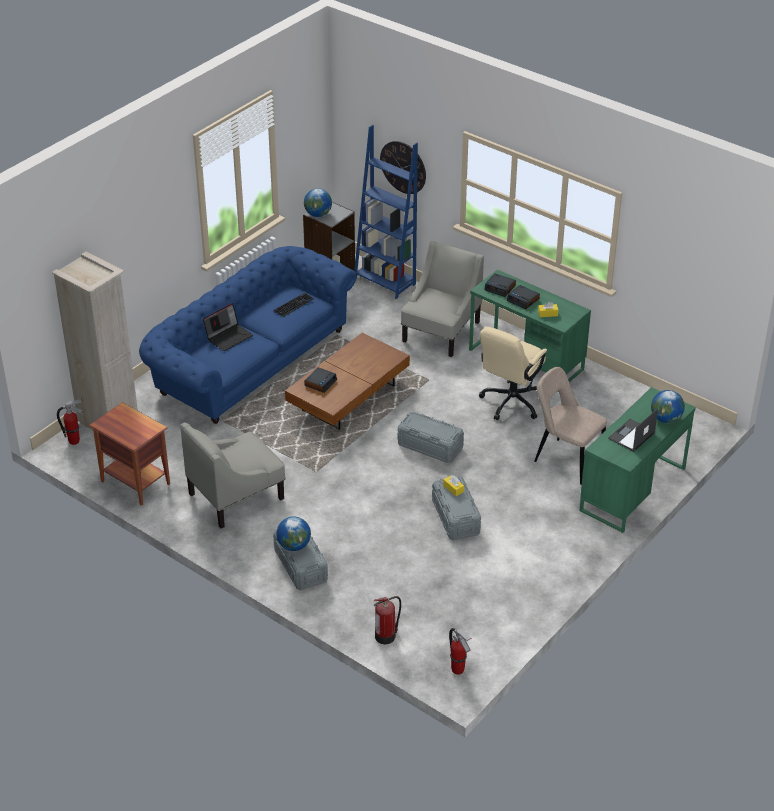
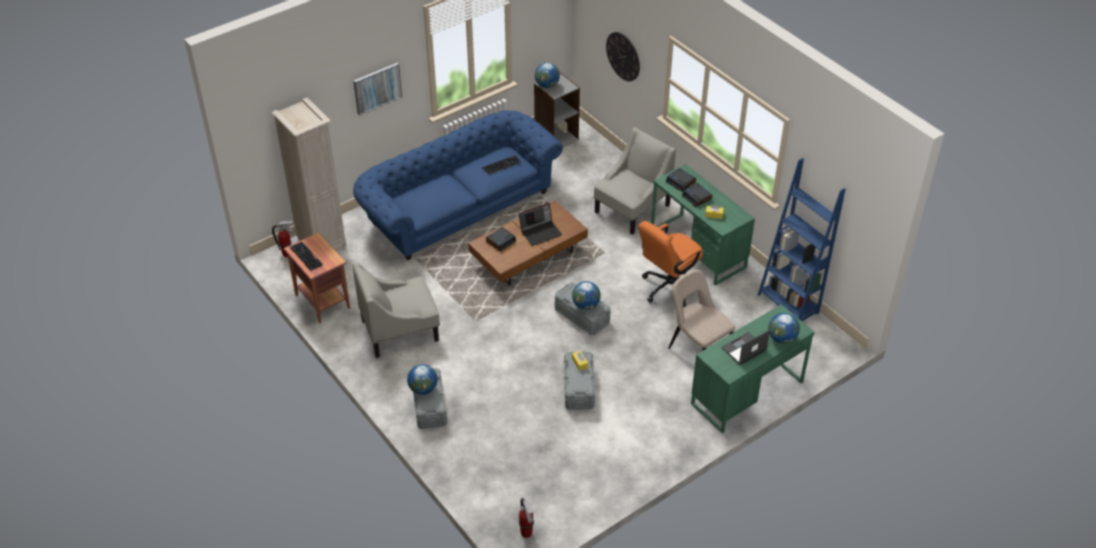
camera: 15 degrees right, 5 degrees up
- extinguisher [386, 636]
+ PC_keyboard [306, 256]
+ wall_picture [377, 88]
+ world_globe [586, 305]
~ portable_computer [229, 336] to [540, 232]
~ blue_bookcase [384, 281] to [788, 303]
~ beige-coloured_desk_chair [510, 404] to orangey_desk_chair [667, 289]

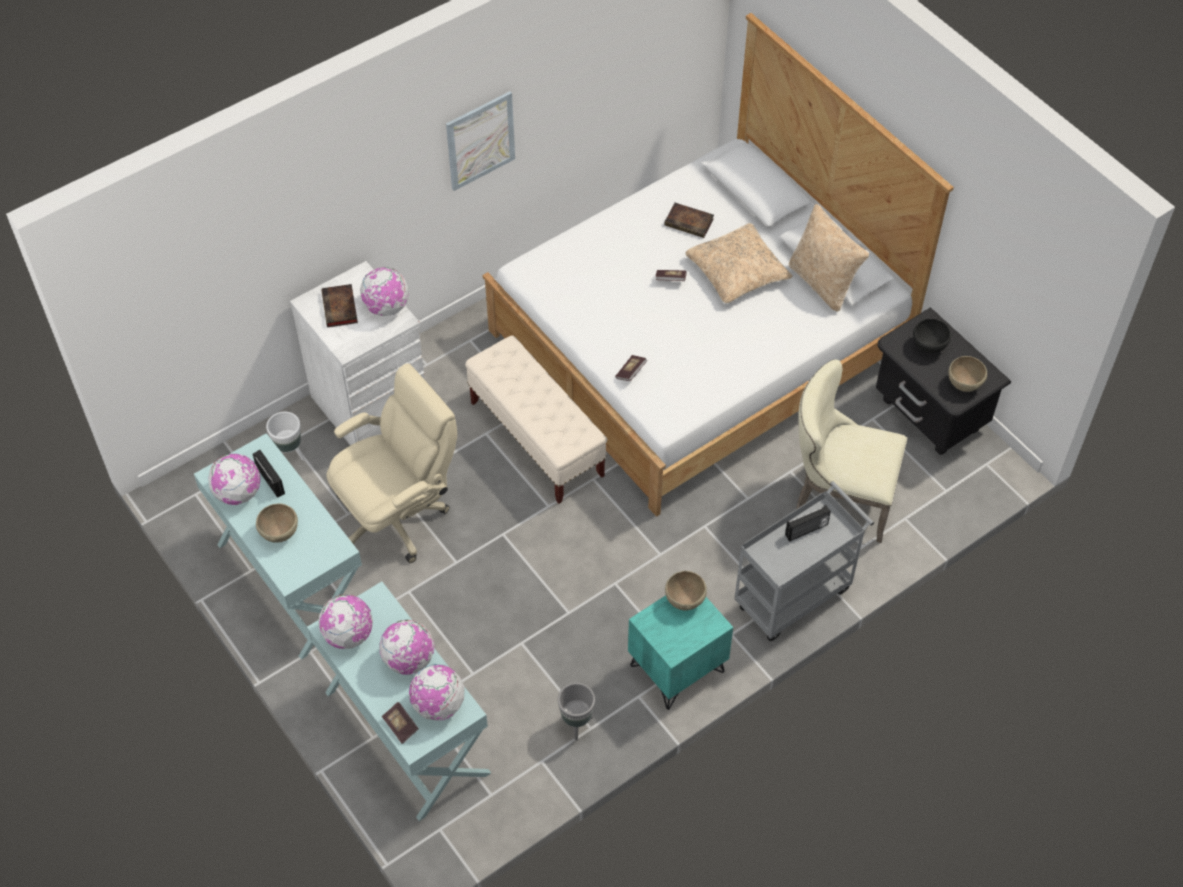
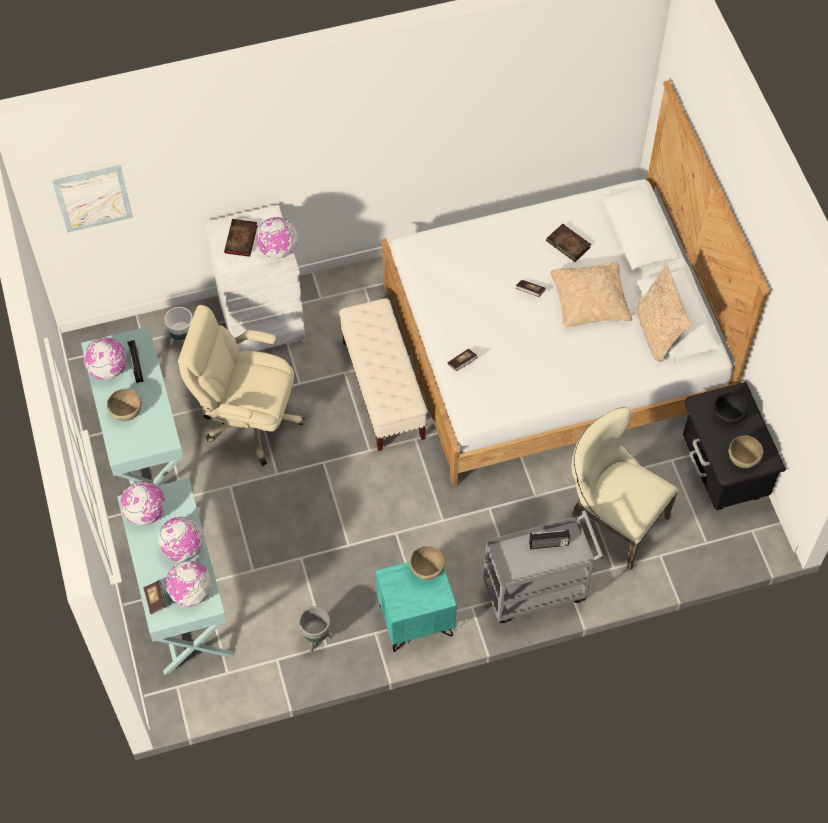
camera: 20 degrees right, 5 degrees up
~ wall_picture [480, 140] to [93, 198]
~ beige-coloured_desk_chair [398, 515] = [247, 420] 150 degrees counterclockwise

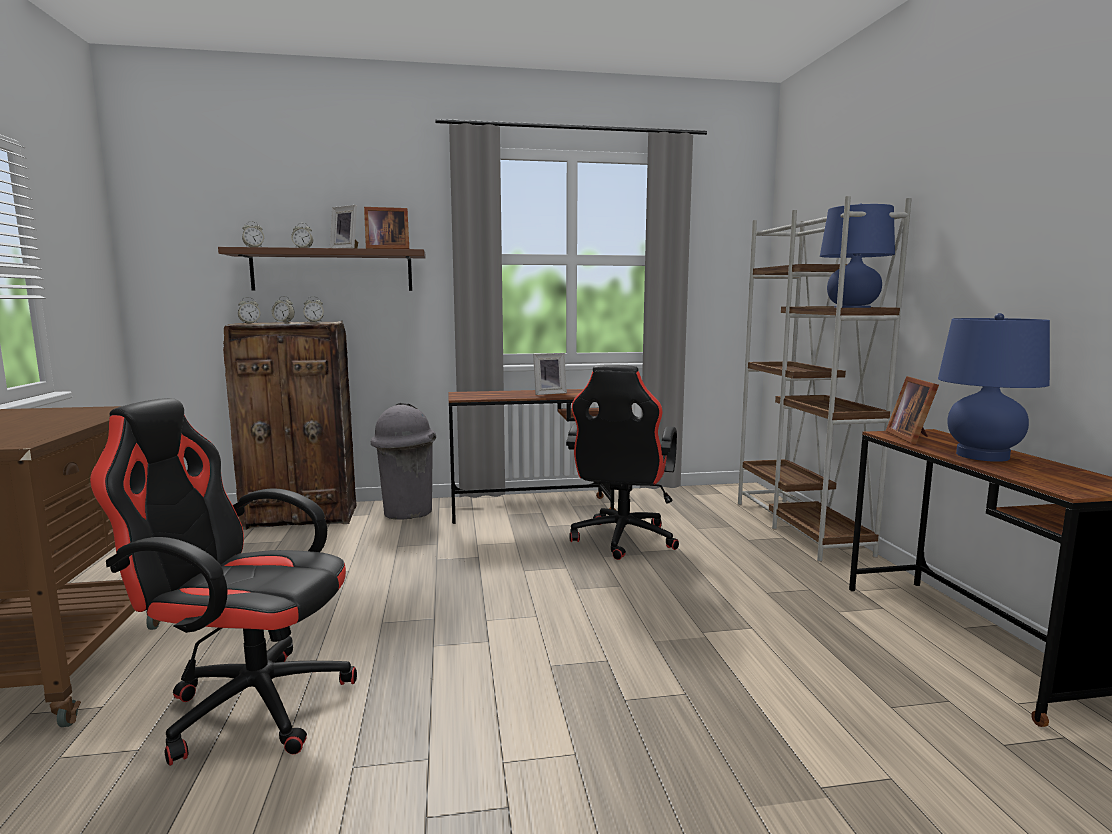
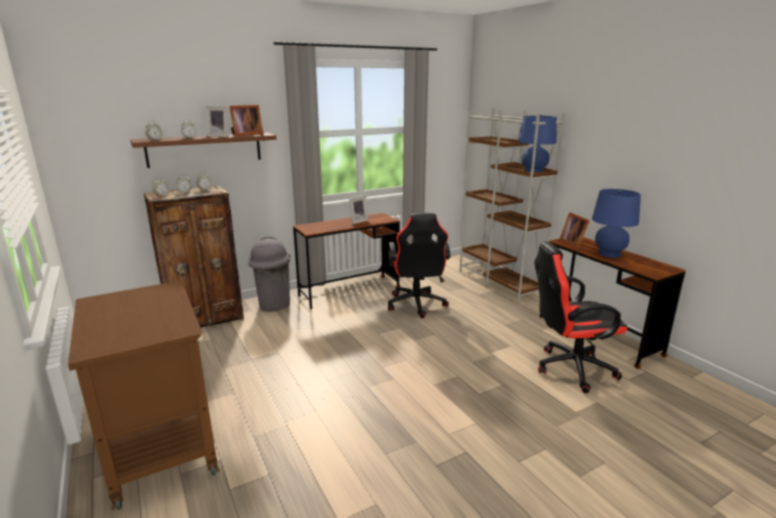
camera: 20 degrees left, 10 degrees up
~ black-coloured_desk_chair [247, 704] to [568, 369]

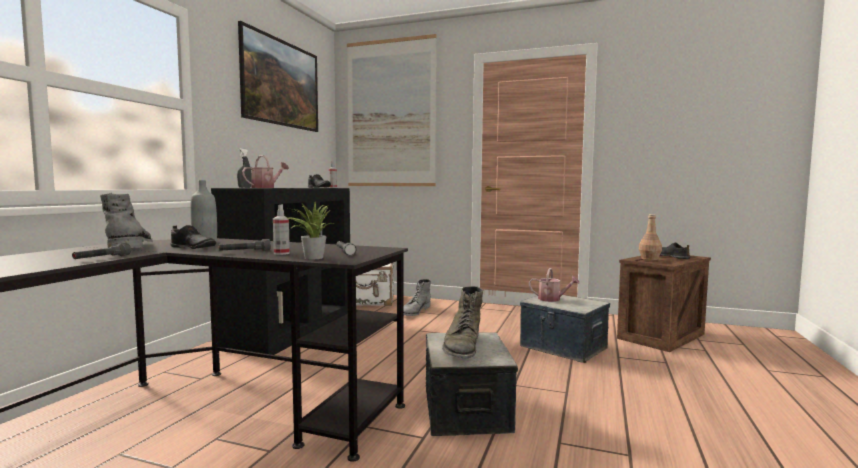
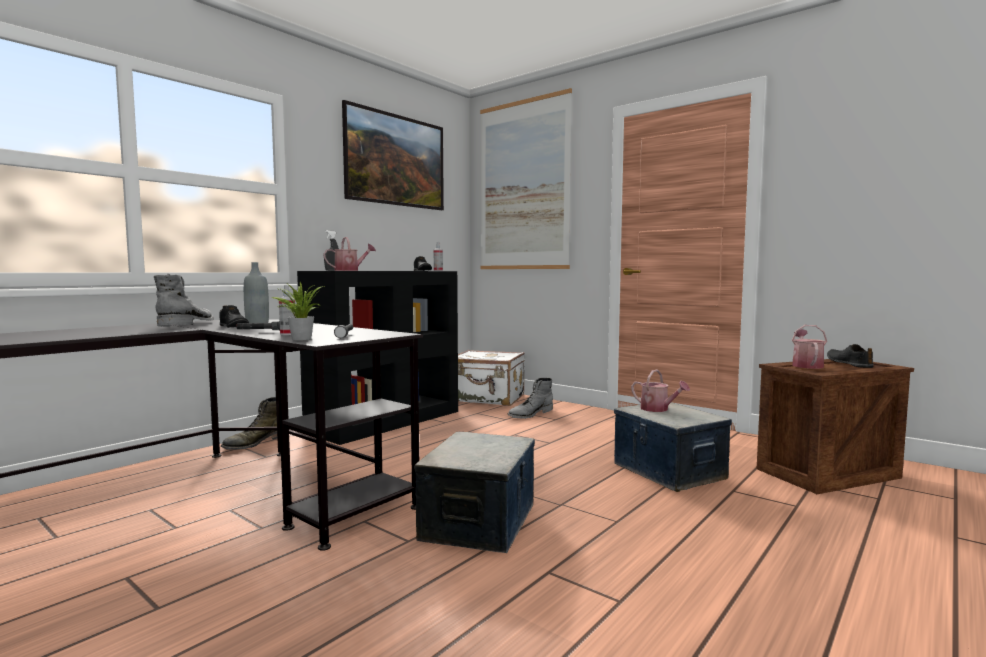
camera: 20 degrees right, 0 degrees up
- greyish_hand_torch [102, 258]
~ greenish_tall_boot [462, 346] to [255, 442]
~ brownish_beverage_bottle [649, 259] to sprinkling_can [806, 365]

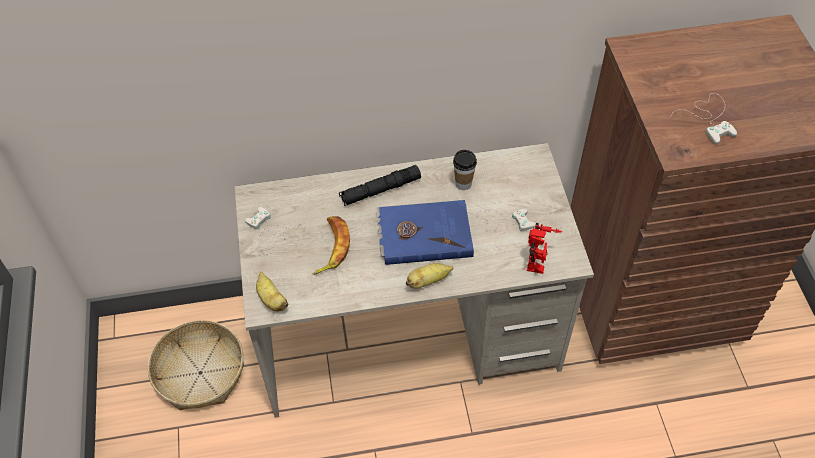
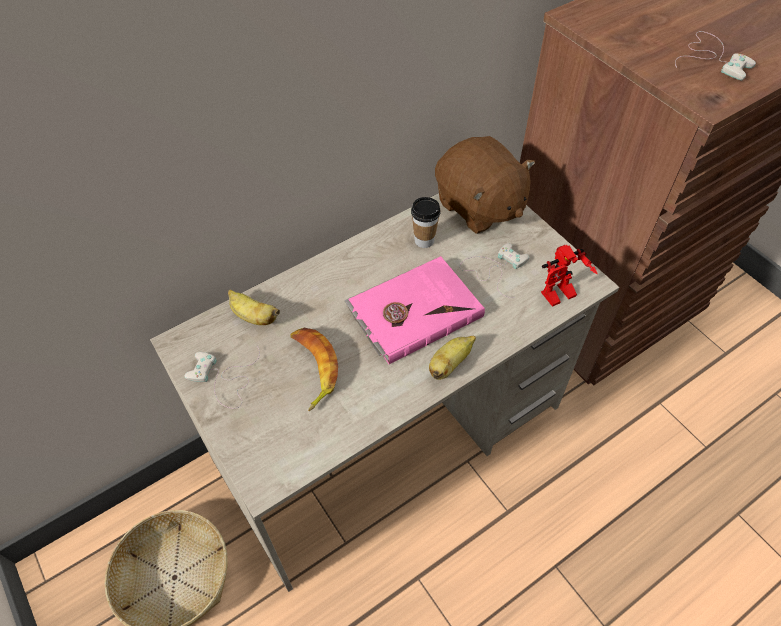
camera: 25 degrees left, 0 degrees up
- black-coloured_hand_torch [380, 190]
+ brownish_cuddly_toy [479, 207]
~ whole_banana [271, 299] to [253, 316]
~ blue_book [424, 233] to pinkish_book [413, 311]
~ robot_figure [539, 265] = [559, 298] 75 degrees clockwise

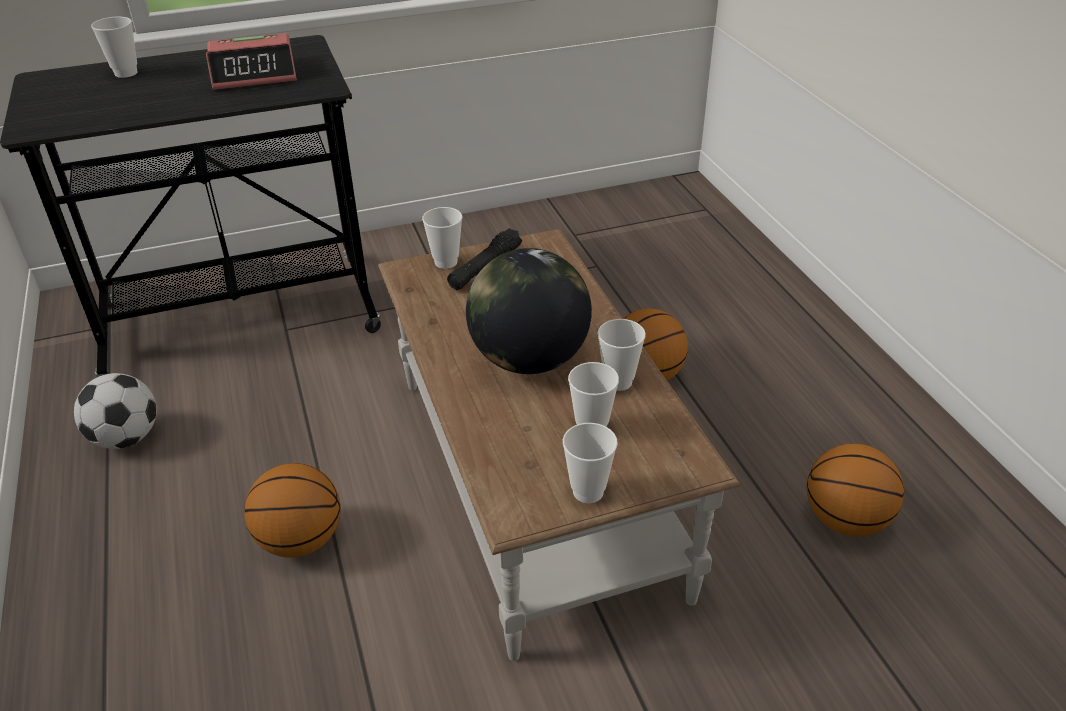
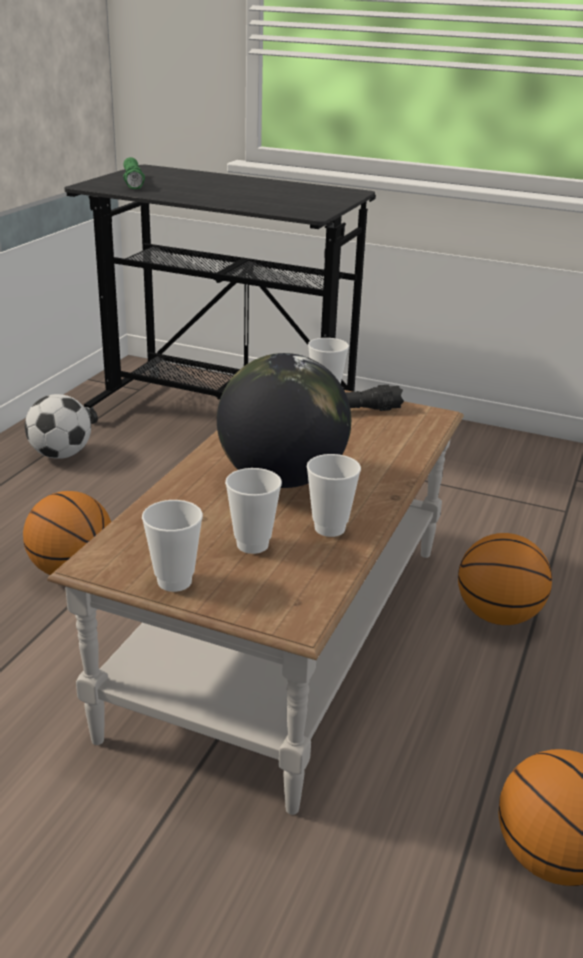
camera: 40 degrees right, 10 degrees down
- cup [126, 73]
- table_clock [255, 74]
+ greenish_hand_torch [133, 181]

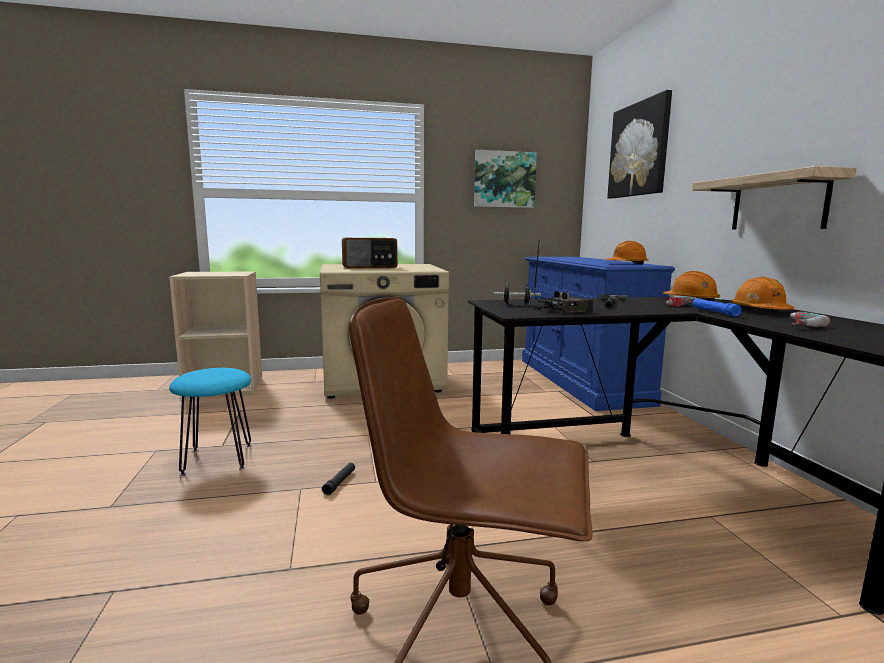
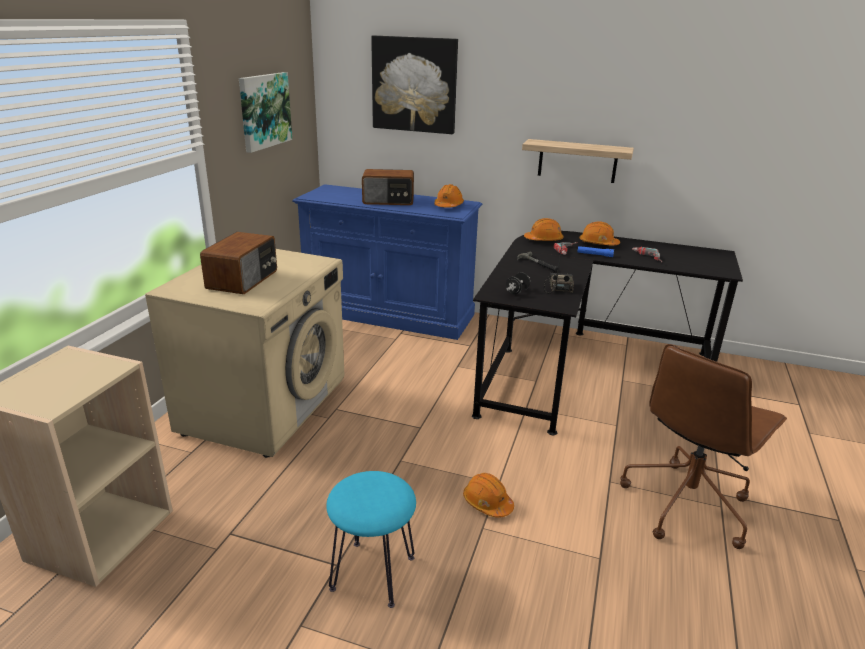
camera: 60 degrees left, 15 degrees up
+ radio_receiver [388, 201]
~ black-coloured_hand_torch [340, 482] to orangey_safety_helmet [487, 503]

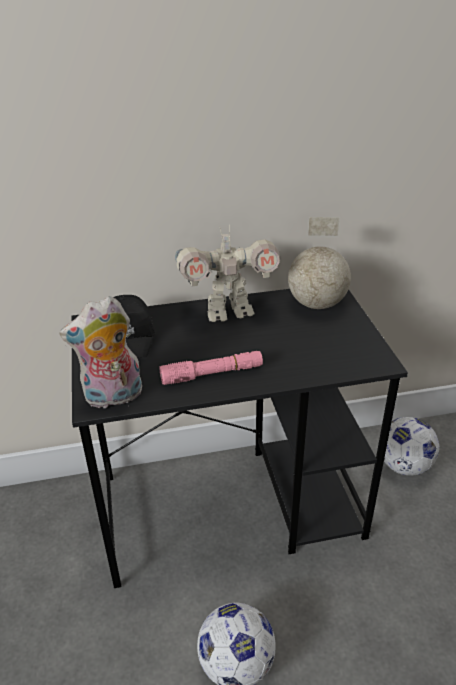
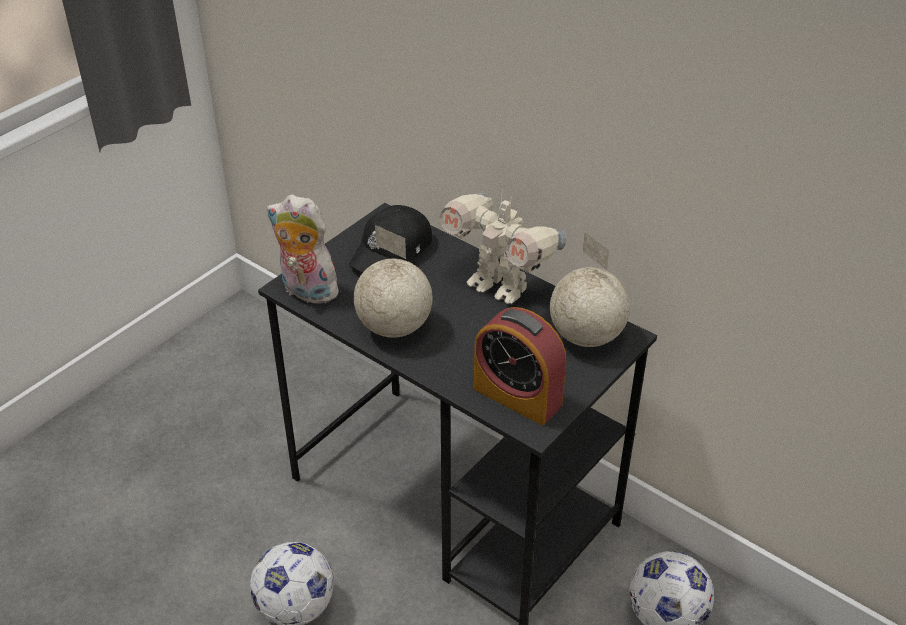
camera: 50 degrees right, 5 degrees up
+ table_clock [517, 396]
~ pinkish_hand_torch [212, 374] to world_globe [394, 328]

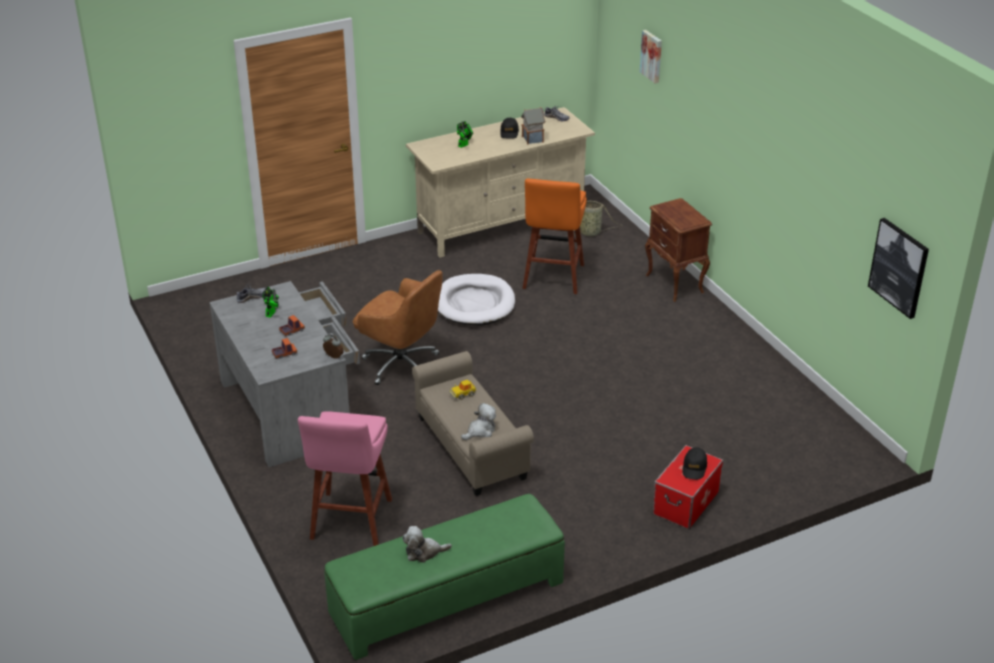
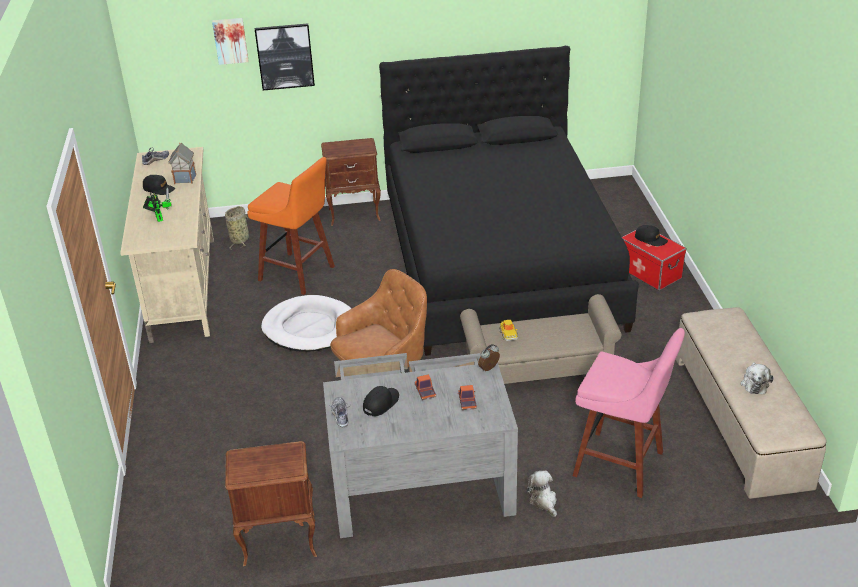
camera: 70 degrees left, 0 degrees up
+ brownish_night_table [278, 543]
+ black-coloured_bedroom_bed [500, 261]
~ cuddly_toy [480, 431] to [543, 500]
~ wall_picture [899, 267] to [285, 56]
~ robot_figure [271, 312] to black-coloured_baseball_cap [381, 403]
~ greenish_indoor_bench [446, 598] to beige-coloured_indoor_bench [741, 420]

